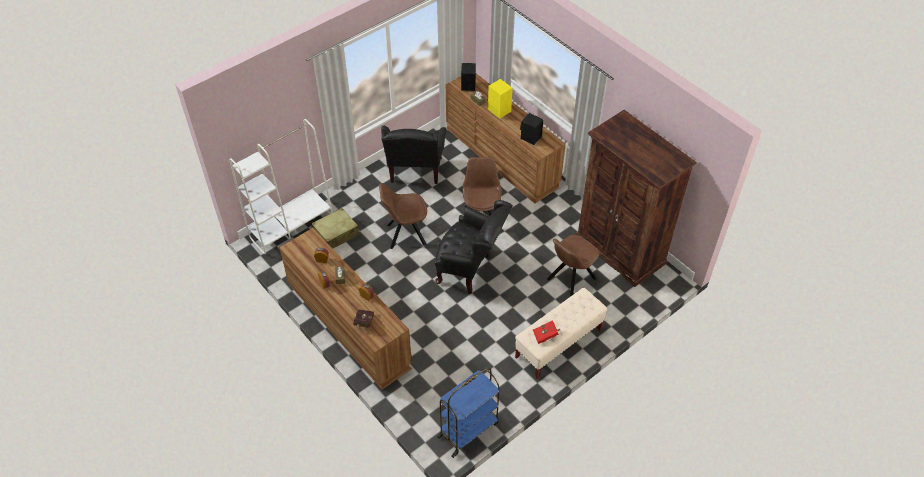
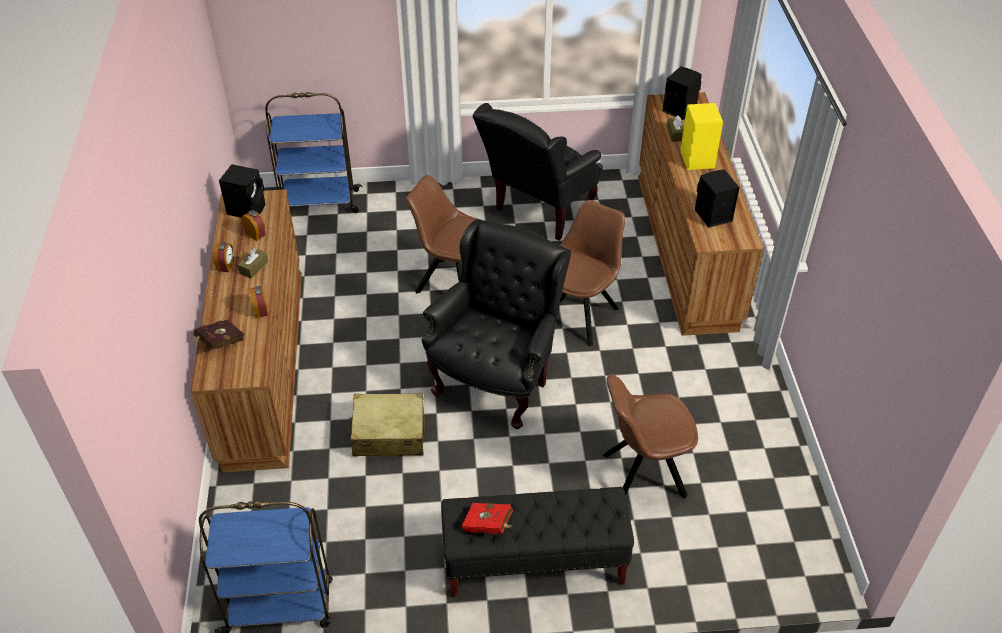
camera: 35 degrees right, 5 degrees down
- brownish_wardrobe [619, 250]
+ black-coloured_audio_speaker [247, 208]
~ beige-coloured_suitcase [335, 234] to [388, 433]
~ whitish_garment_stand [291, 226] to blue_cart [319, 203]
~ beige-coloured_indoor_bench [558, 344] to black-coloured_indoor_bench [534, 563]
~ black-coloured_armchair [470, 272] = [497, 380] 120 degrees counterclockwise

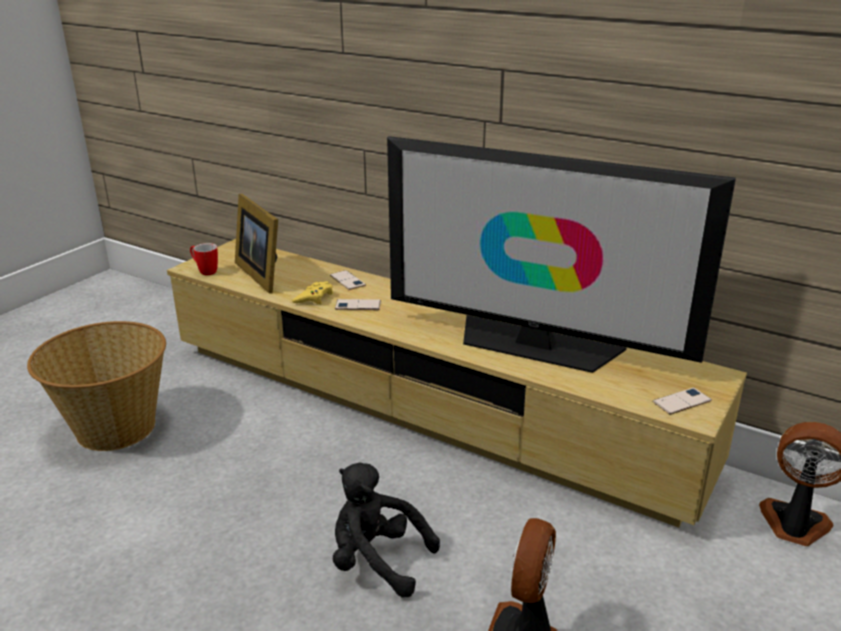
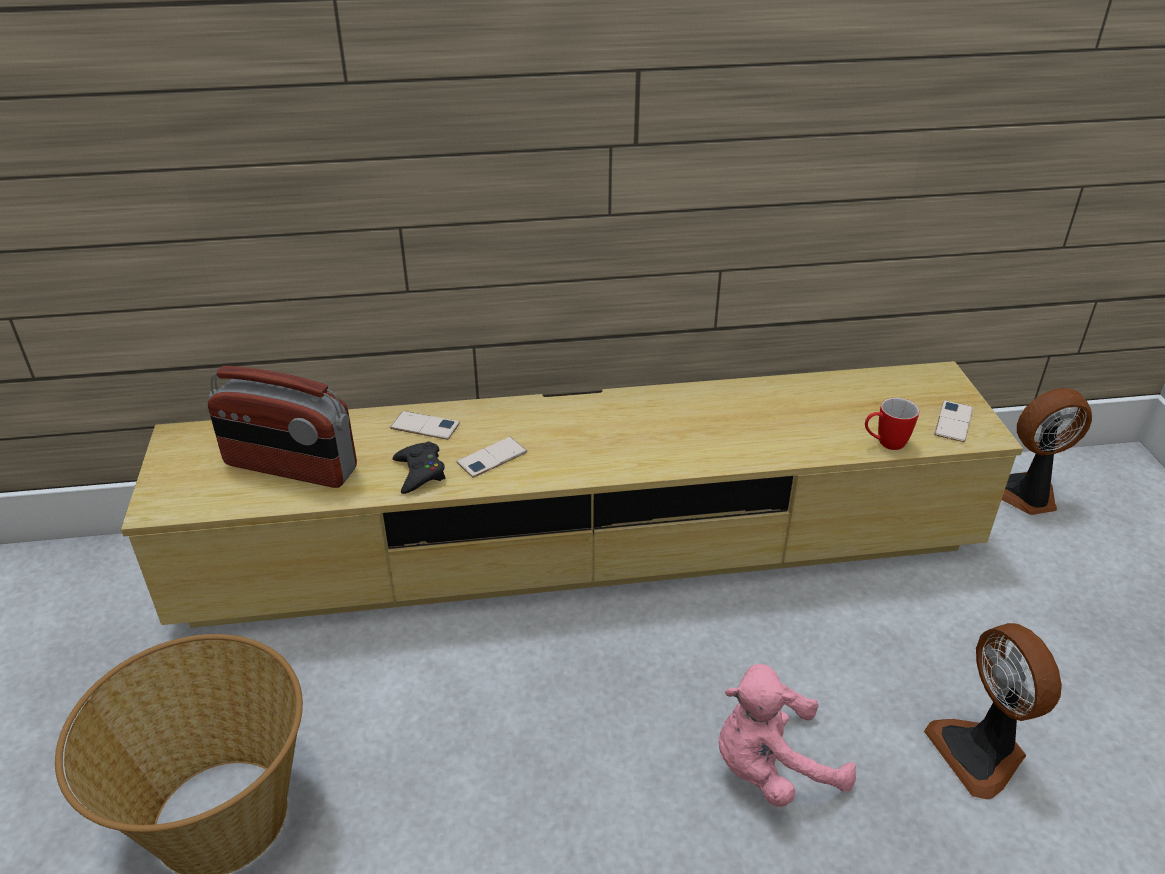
camera: 40 degrees left, 10 degrees up
- television [535, 345]
~ mug [205, 271] to [884, 443]
~ photo_frame [262, 274] to radio_receiver [290, 467]
~ yellowish_game_controller [314, 297] to black-coloured_game_controller [420, 472]
~ black-coloured_cuddly_toy [377, 561] to pinkish_cuddly_toy [771, 768]

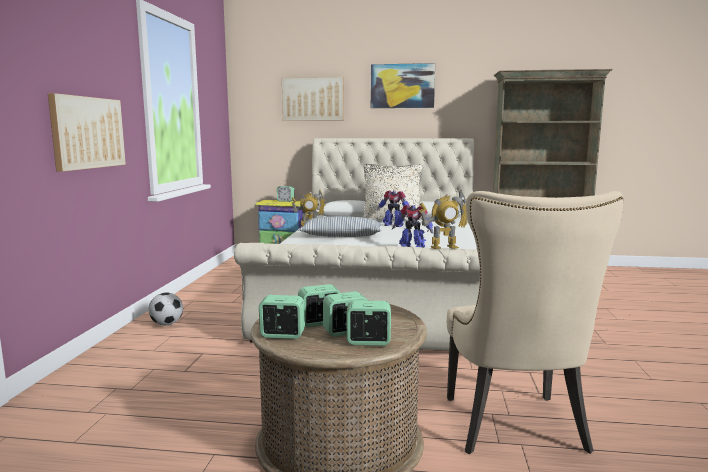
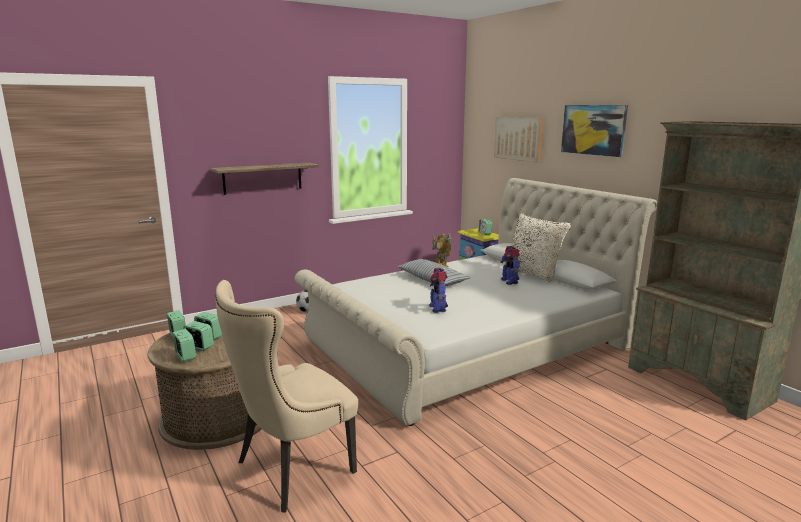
camera: 50 degrees right, 5 degrees up
- robot_figure [444, 247]
~ wall_picture [87, 132] to wall_shelf [263, 178]

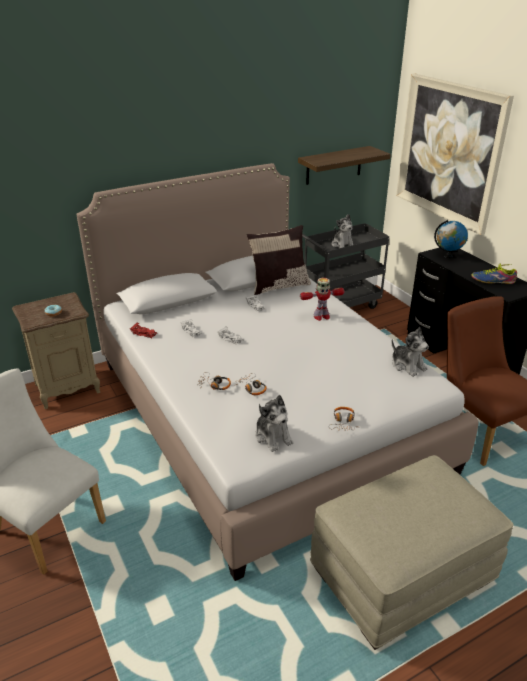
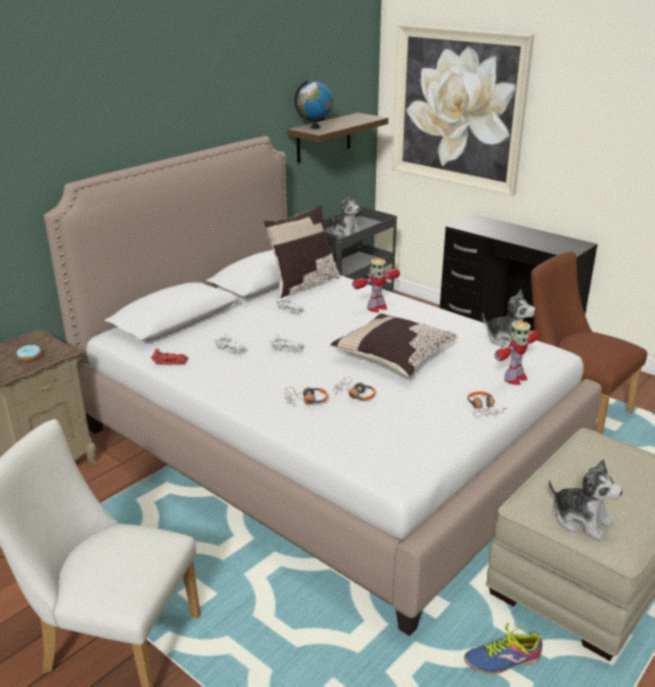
camera: 20 degrees left, 5 degrees down
+ cushion [394, 356]
+ robot_figure [514, 379]
~ cuddly_toy [273, 436] to [581, 519]
~ world_globe [448, 256] to [315, 127]
~ shoe [493, 280] to [503, 660]

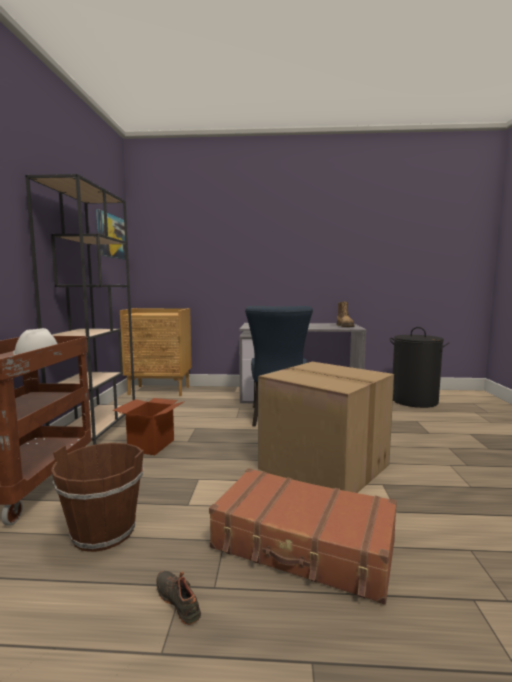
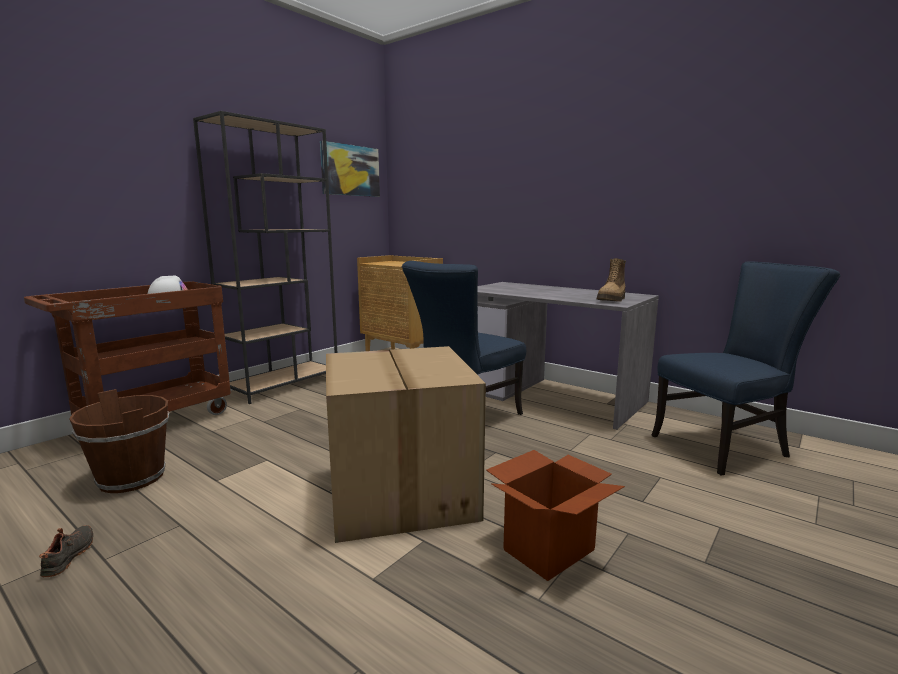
camera: 35 degrees right, 5 degrees up
- brownish_suitcase [303, 545]
~ cardboard_box [151, 445] to [549, 549]
~ black-coloured_washing_basket [414, 401] to blue_chair [726, 446]

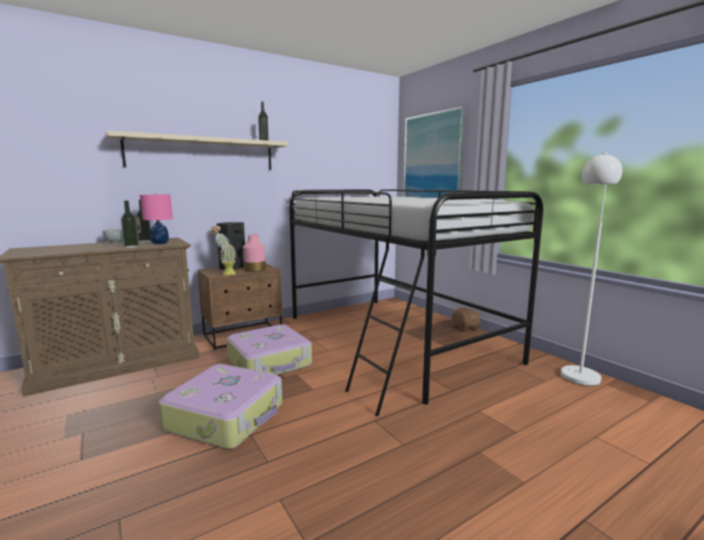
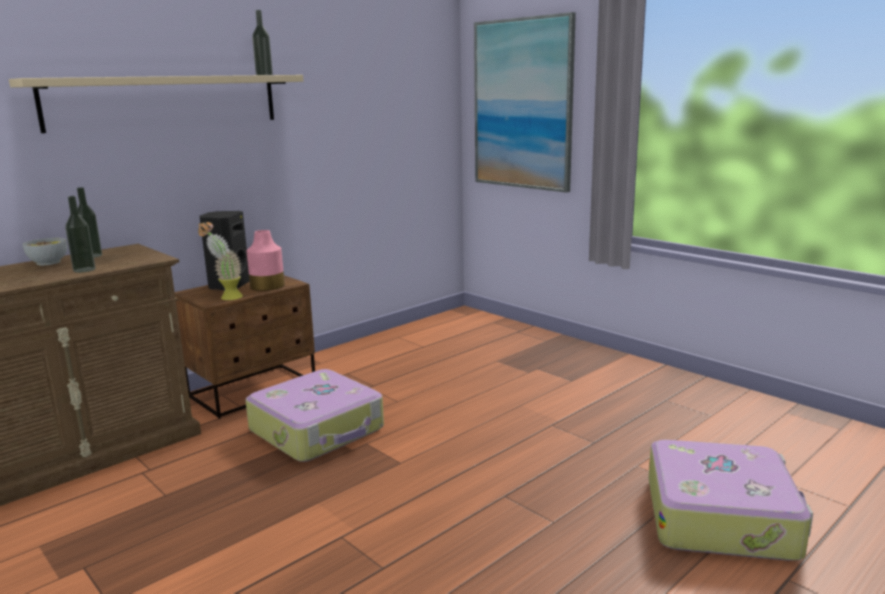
camera: 10 degrees left, 5 degrees up
- pinkish_lamp_for_a_table [161, 243]
- black-coloured_bedroom_bed [393, 339]
- brownish_cuddly_toy [465, 328]
- whitish_standing_lamp [578, 381]
~ suitcase [227, 416] to [721, 516]

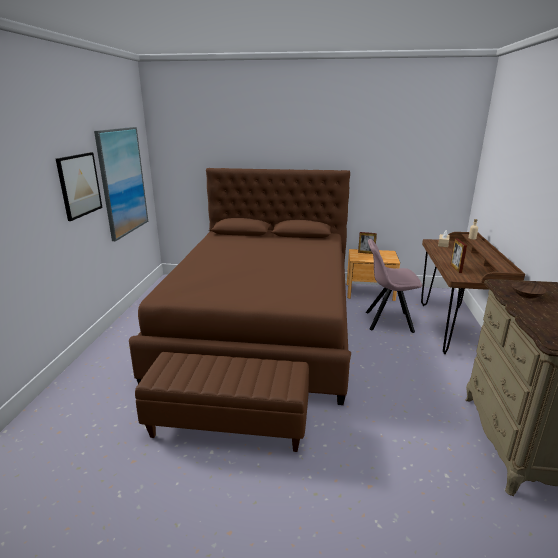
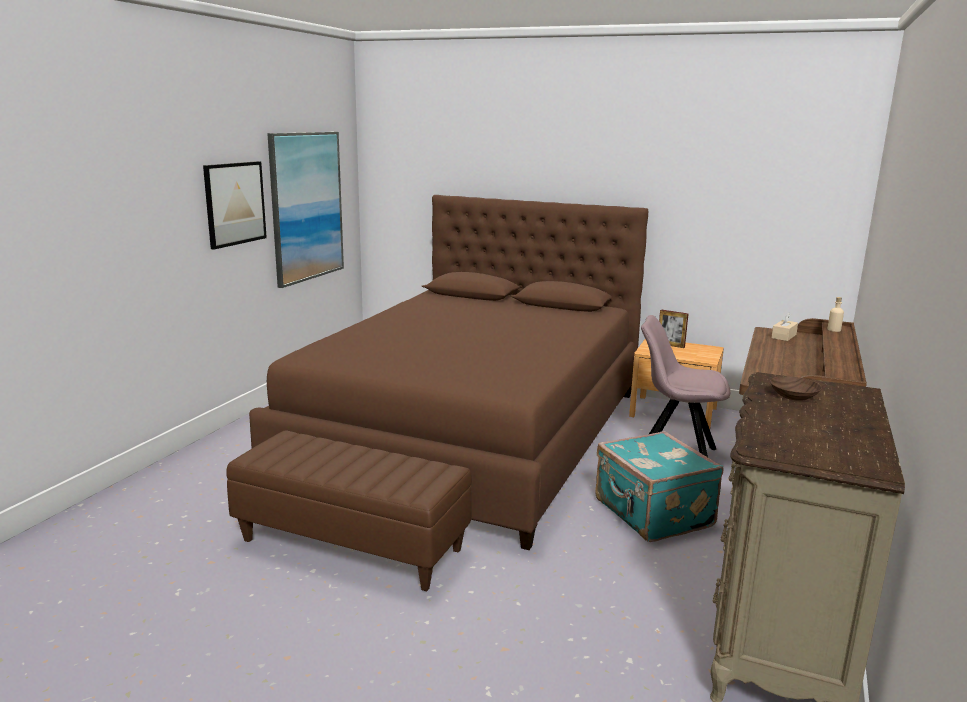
camera: 15 degrees right, 5 degrees down
- photo_frame [456, 268]
+ turquoise_suitcase [652, 514]

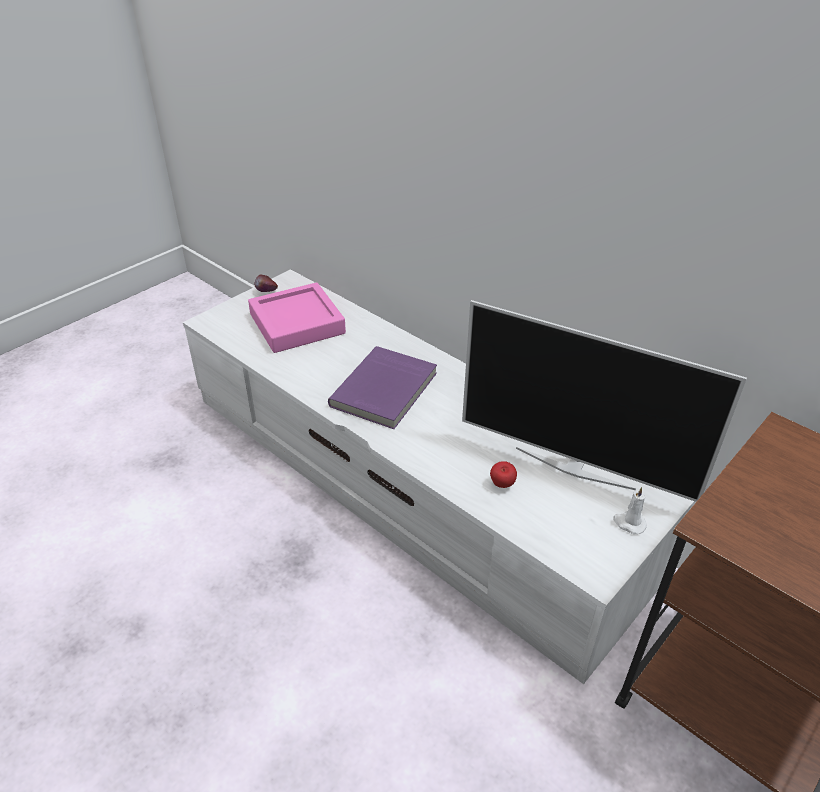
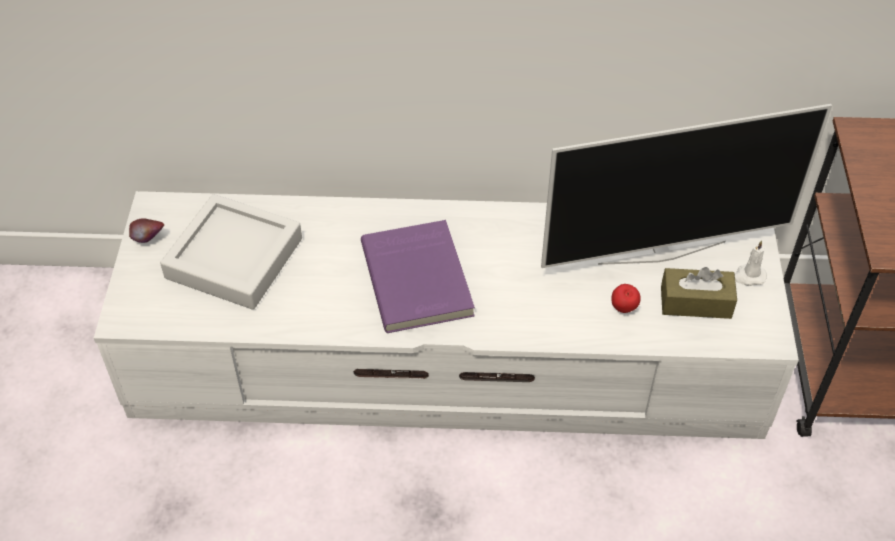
camera: 40 degrees left, 10 degrees up
+ brownish_box_of_tissues [695, 302]
~ pinkish_tray [297, 324] to greyish_tray [234, 258]

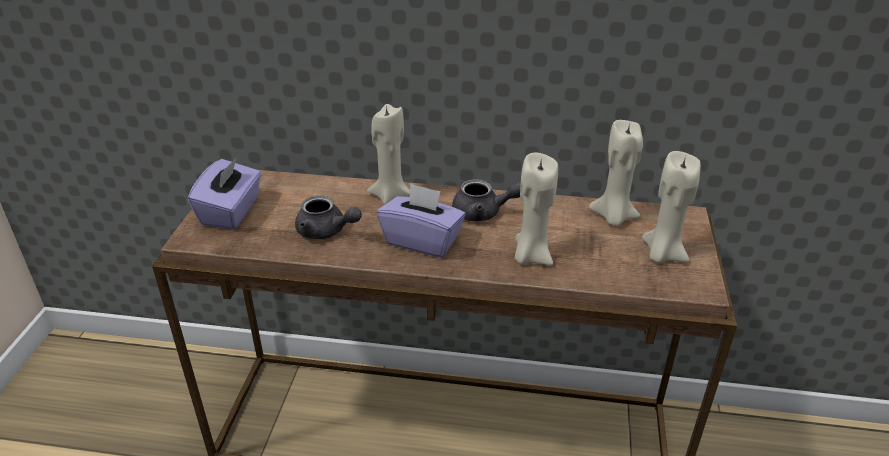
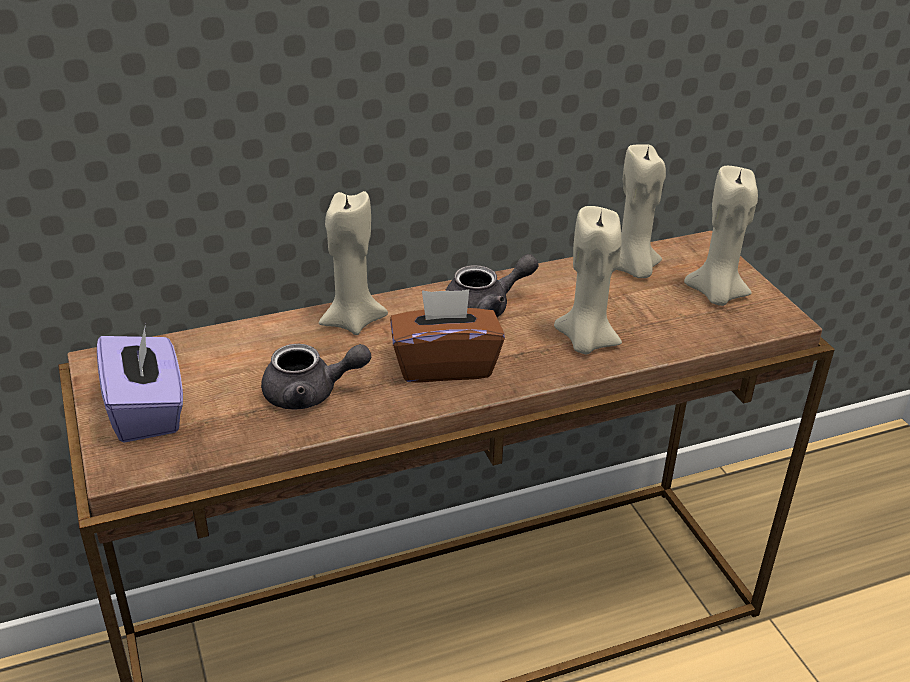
camera: 30 degrees left, 0 degrees up
~ purple-coloured_box_of_tissues [422, 241] to brownish_box_of_tissues [445, 365]

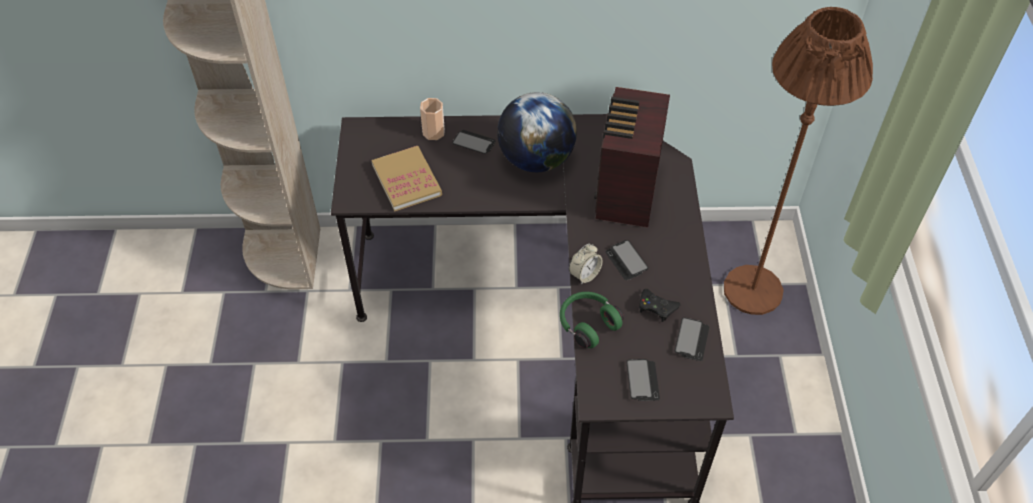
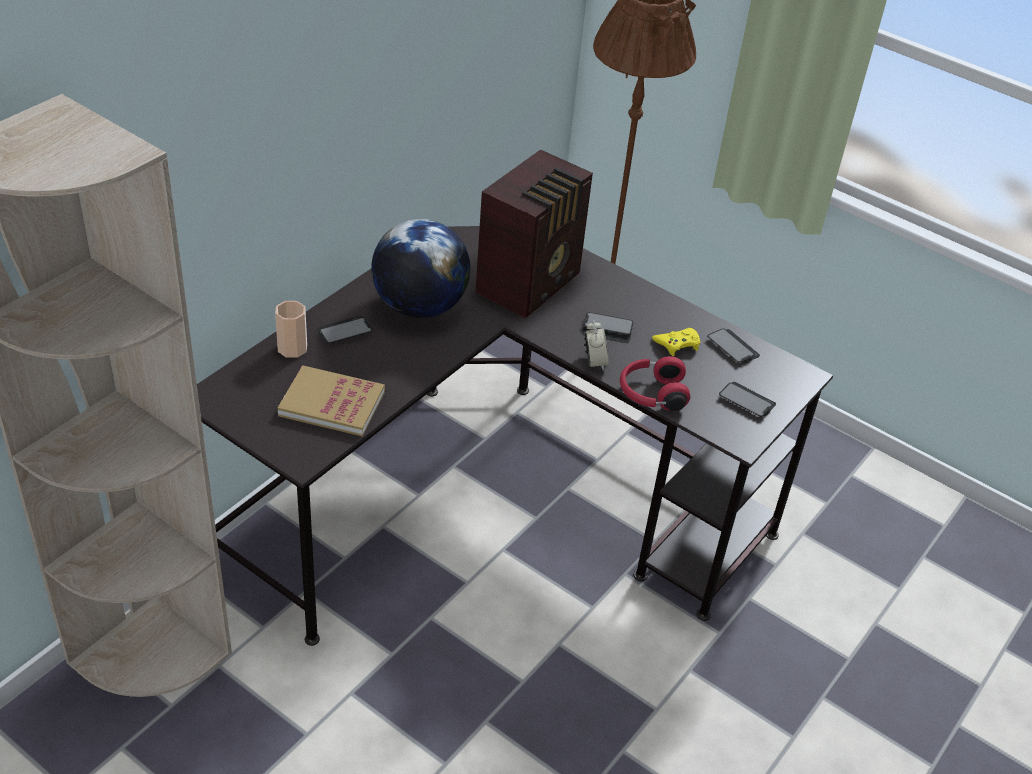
camera: 55 degrees left, 10 degrees down
~ greenish_pair_of_headphones [587, 324] to red_pair_of_headphones [651, 394]
~ black-coloured_game_controller [656, 307] to yellowish_game_controller [677, 344]
~ radio_receiver [625, 194] = [531, 283] 105 degrees counterclockwise

